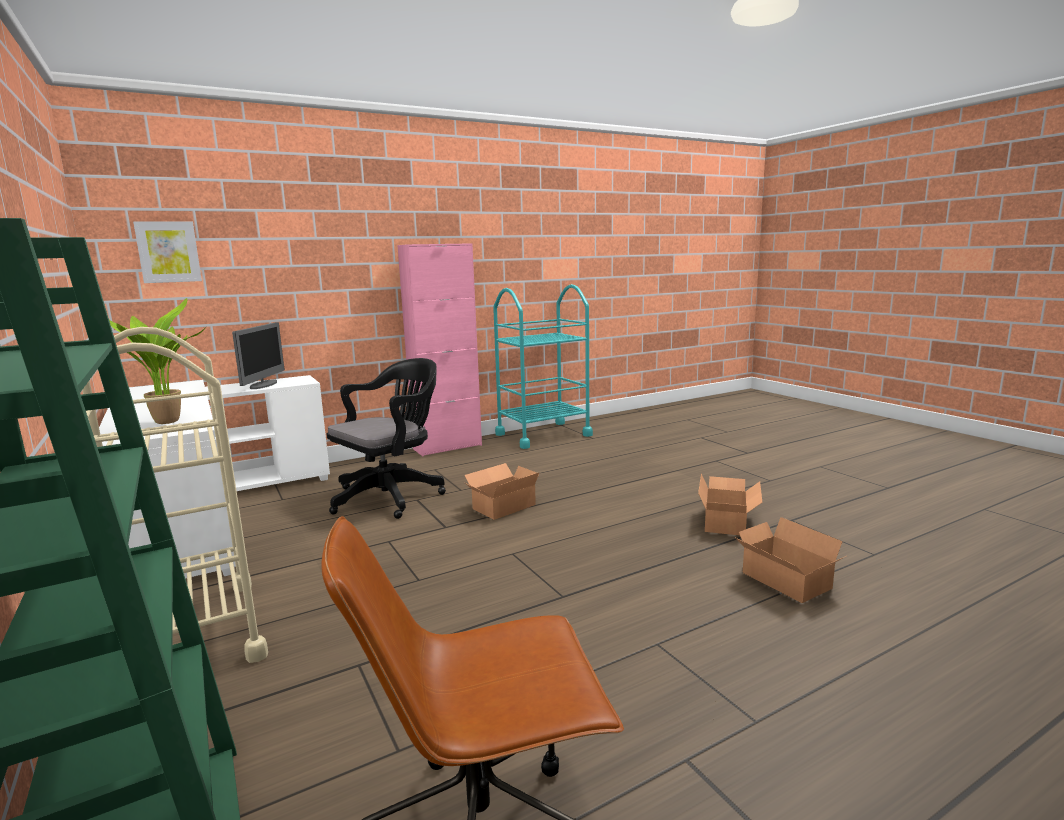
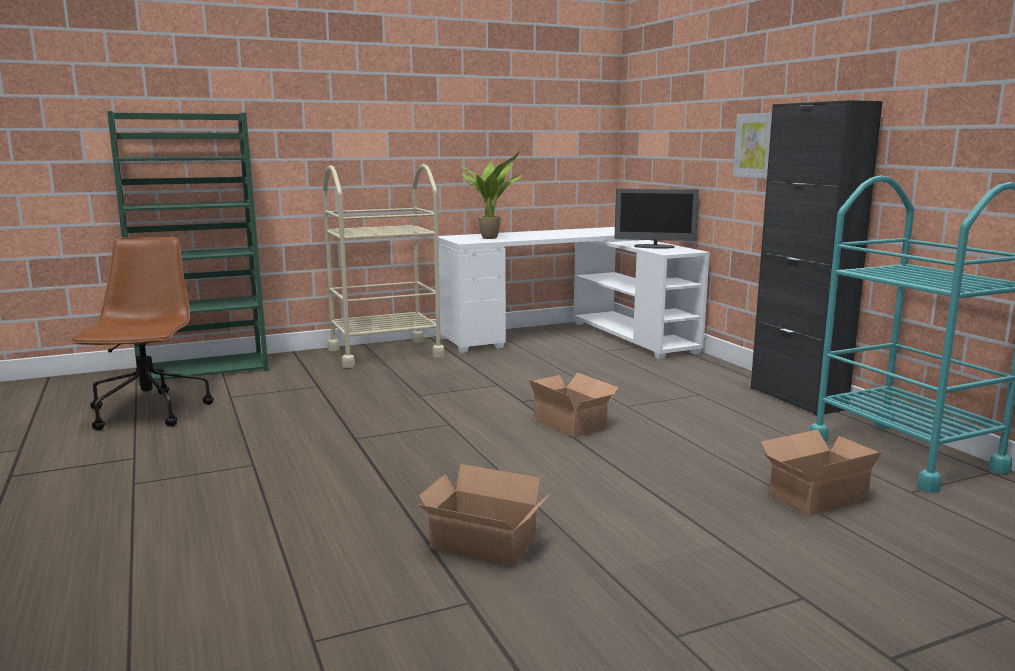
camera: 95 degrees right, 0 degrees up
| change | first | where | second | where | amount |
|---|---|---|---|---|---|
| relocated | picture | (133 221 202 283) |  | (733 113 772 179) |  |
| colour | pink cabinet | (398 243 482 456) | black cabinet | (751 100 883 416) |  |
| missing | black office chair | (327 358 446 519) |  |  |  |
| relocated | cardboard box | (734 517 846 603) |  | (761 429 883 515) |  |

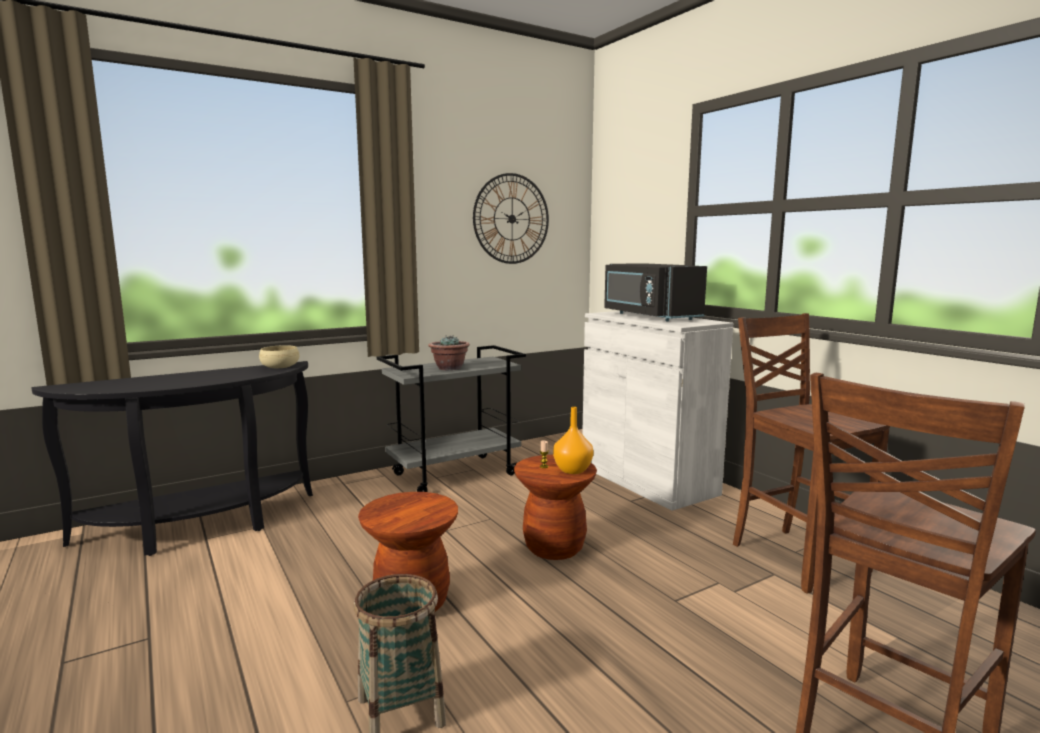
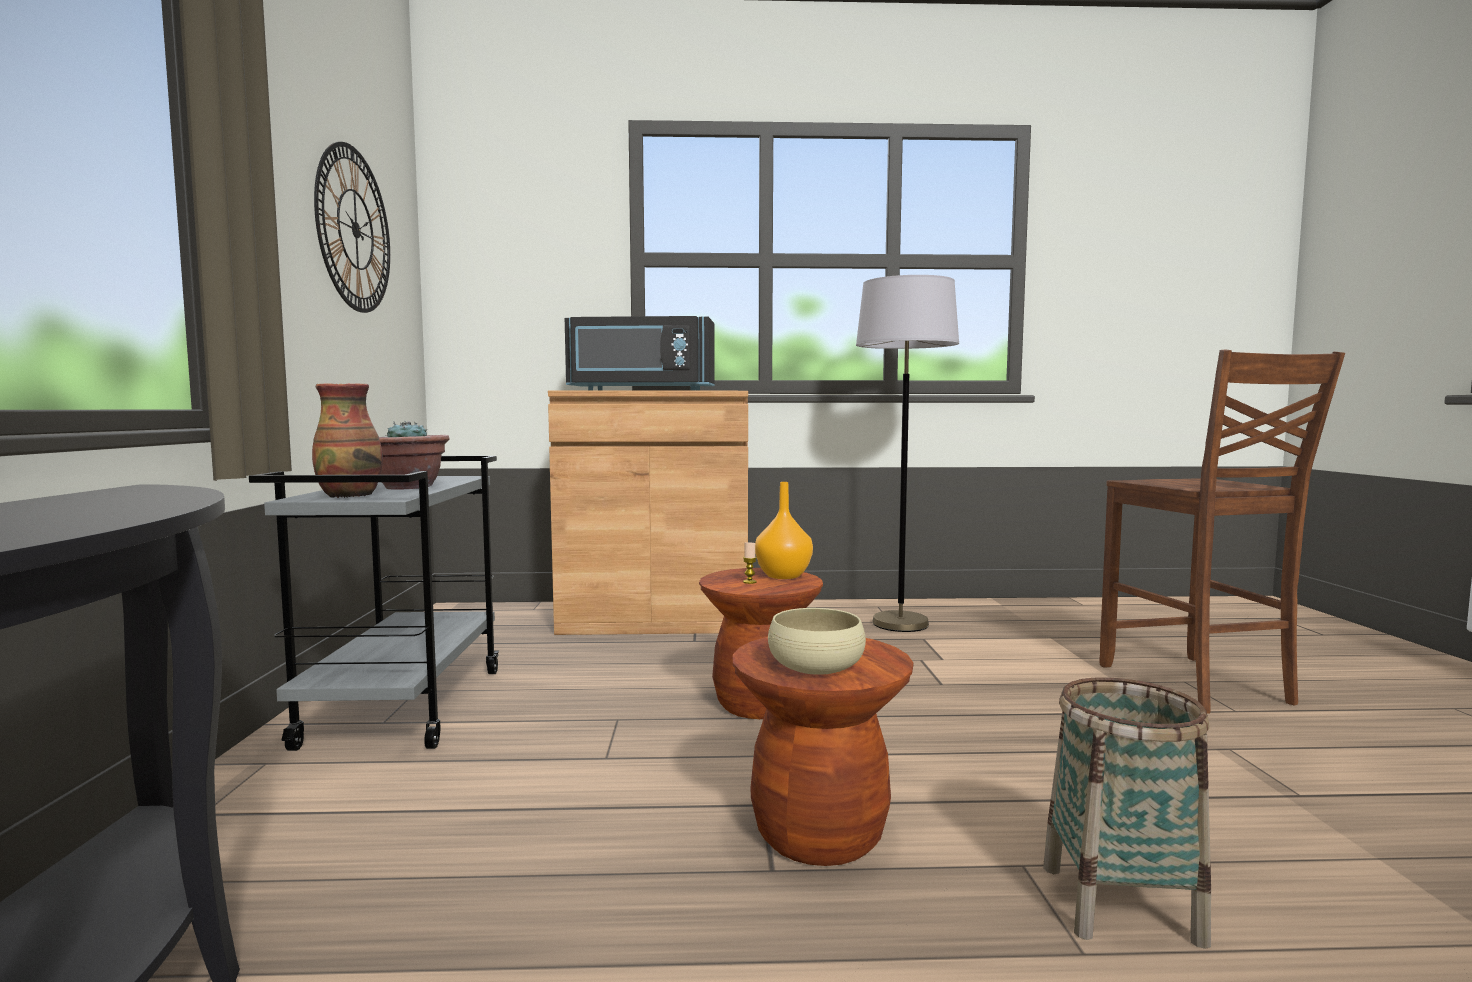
camera: 60 degrees left, 5 degrees down
| change | first | where | second | where | amount |
|---|---|---|---|---|---|
| colour | white cabinet | (582 311 733 511) | brown cabinet | (548 390 748 635) |  |
| exchanged | brown chair | (733 313 890 594) | grey floor lamp | (856 275 959 632) |  |
| relocated | beige bowl | (259 345 299 368) |  | (768 608 866 675) |  |
| appeared |  |  | vase | (312 383 383 498) |  |

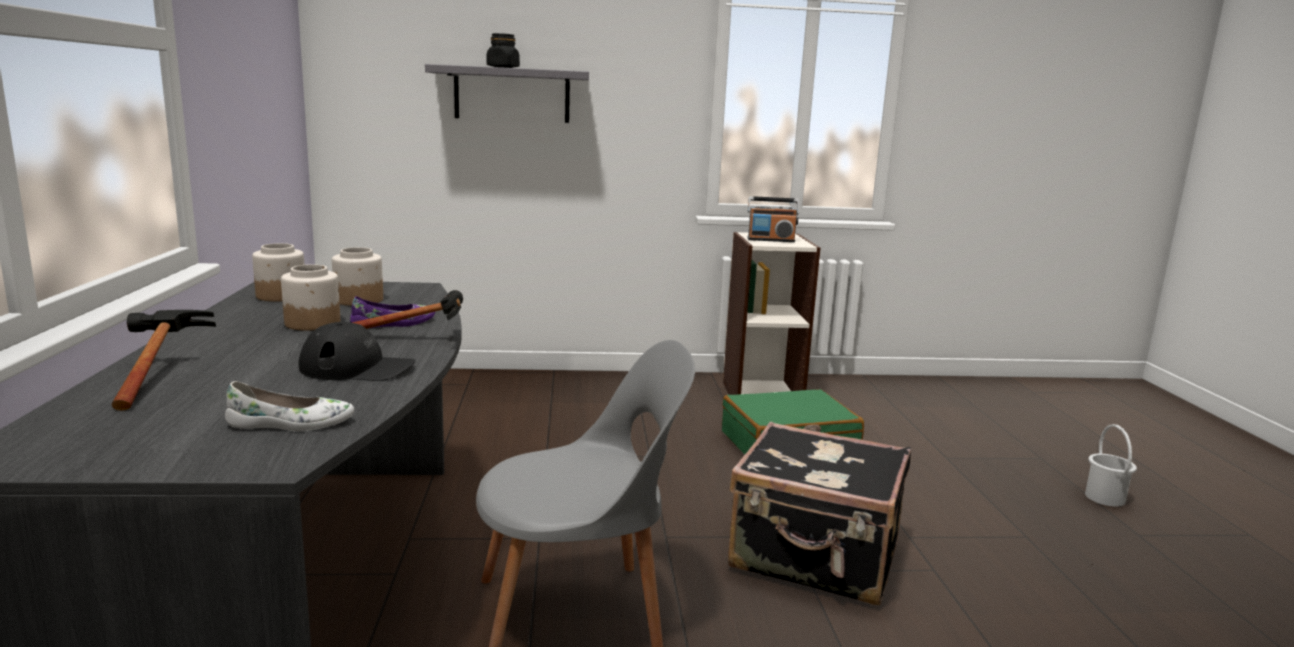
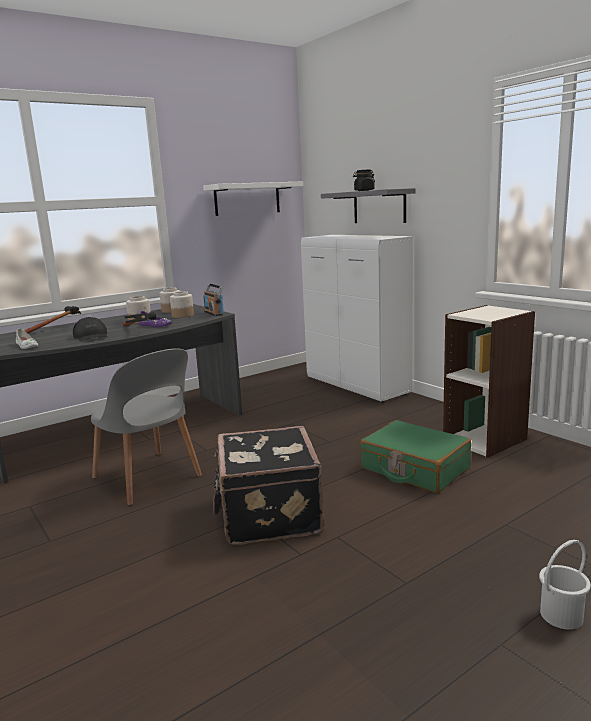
camera: 60 degrees right, 0 degrees up
| change | first | where | second | where | amount |
|---|---|---|---|---|---|
| relocated | radio | (748 196 799 242) |  | (203 283 224 316) |  |
| appeared |  |  | white shelf | (203 182 303 216) |  |
| appeared |  |  | white cabinet | (301 235 413 403) |  |

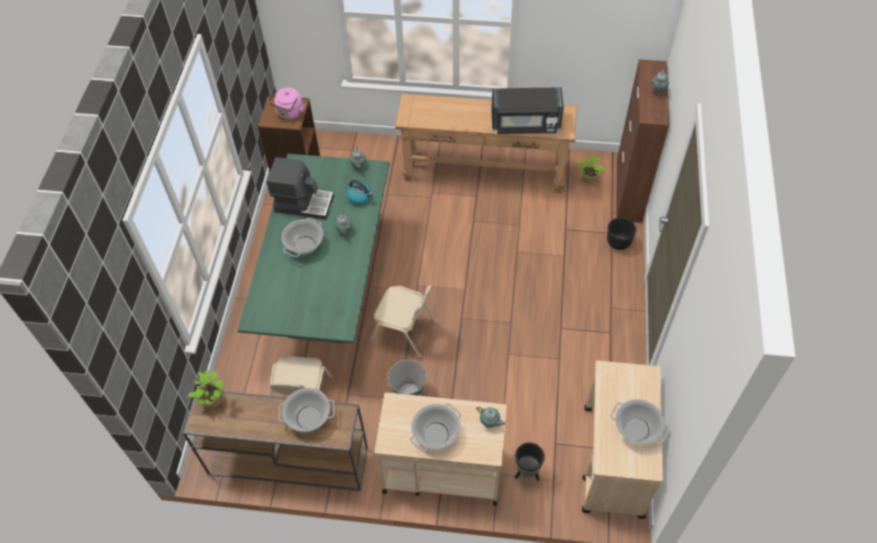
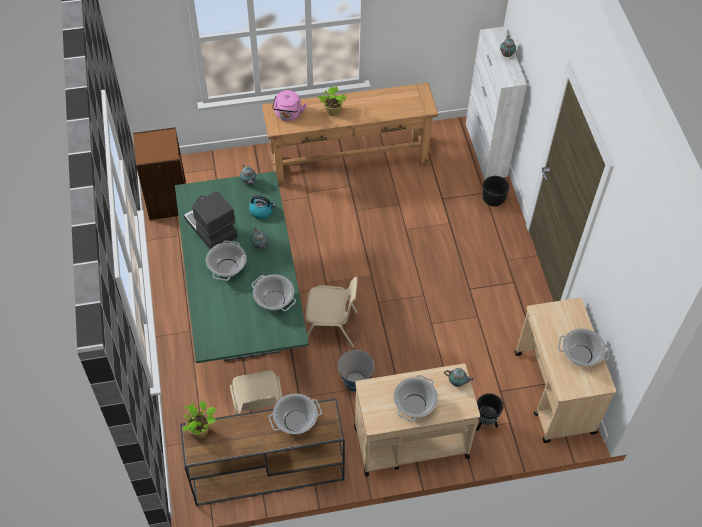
camera: 20 degrees left, 0 degrees up
| change | first | where | second | where | amount |
|---|---|---|---|---|---|
| colour | brown cabinet | (616 59 669 223) | white cabinet | (466 27 527 180) |  |
| relocated | pink kettle | (268 87 305 119) |  | (272 90 307 121) |  |
| missing | black microwave | (491 87 564 134) |  |  |  |
| relocated | potted plant | (576 156 605 184) |  | (318 87 347 116) |  |
| spun | coffee machine | (266 157 334 219) |  | (184 191 237 249) | 120 degrees counterclockwise |
| appeared |  |  | cooking pot | (252 274 296 311) |  |

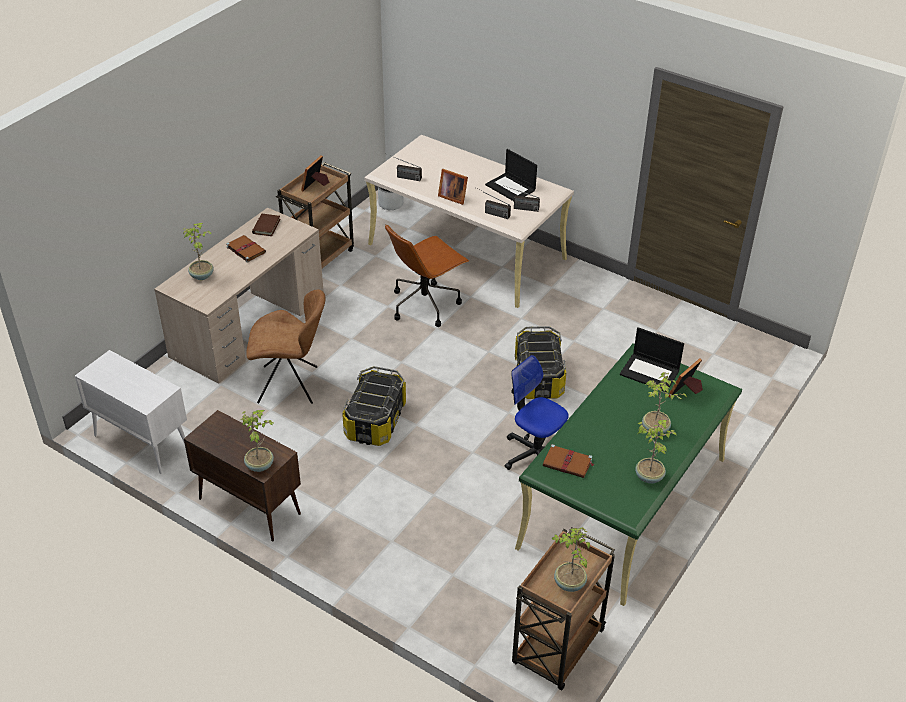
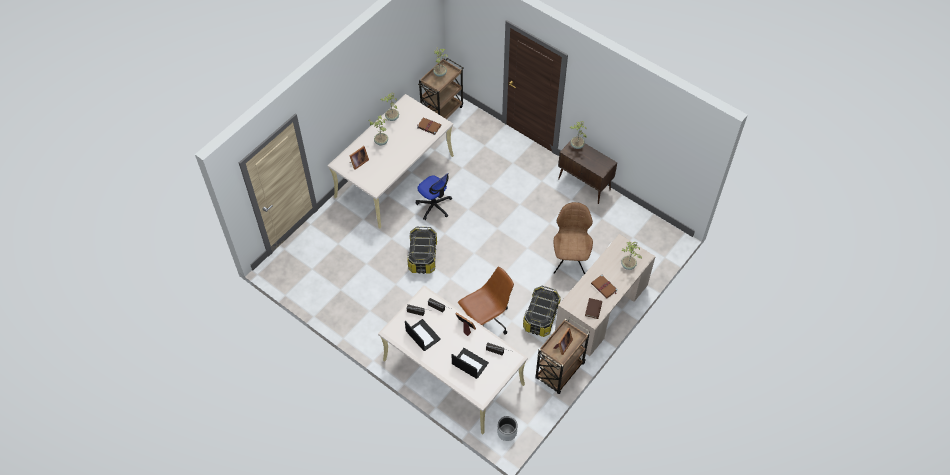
camera: 175 degrees left, 15 degrees up
| change | first | where | second | where | amount |
|---|---|---|---|---|---|
| spun | brown chair | (246 290 326 404) |  | (553 202 593 274) | 90 degrees clockwise |
| relocated | laptop | (620 327 684 392) |  | (451 348 489 379) |  |
| colour | green desk | (515 343 742 606) | beige desk | (328 94 454 228) |  |
| missing | white cabinet | (75 350 187 474) |  |  |  |
| relocated | storage box | (342 366 406 446) |  | (523 286 561 337) |  |

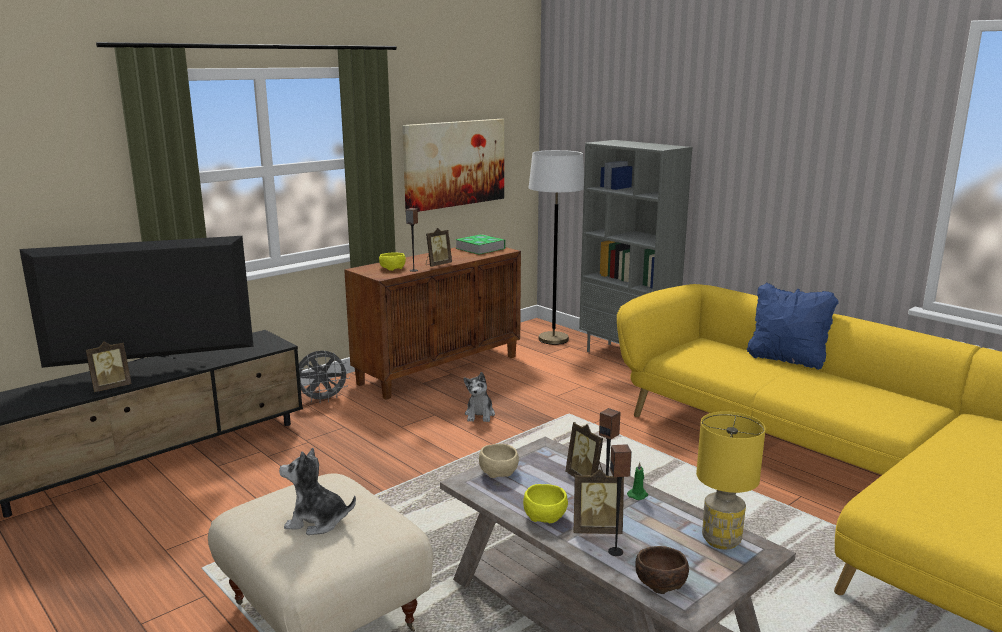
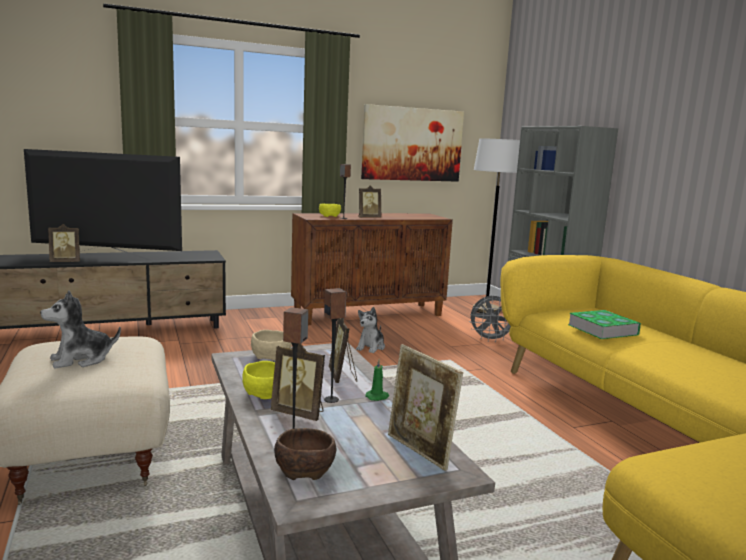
camera: 20 degrees right, 5 degrees down
| change | first | where | second | where | amount |
|---|---|---|---|---|---|
| relocated | book | (455 234 505 255) |  | (568 310 641 339) |  |
| missing | blue pillow | (747 282 838 370) |  |  |  |
| relocated | grey fan | (299 351 350 403) |  | (469 295 511 342) |  |
| exchanged | yellow table lamp | (696 411 766 550) | picture frame | (388 344 463 471) |  |
| spun | plush toy | (279 448 356 535) |  | (40 290 121 369) | 60 degrees counterclockwise |

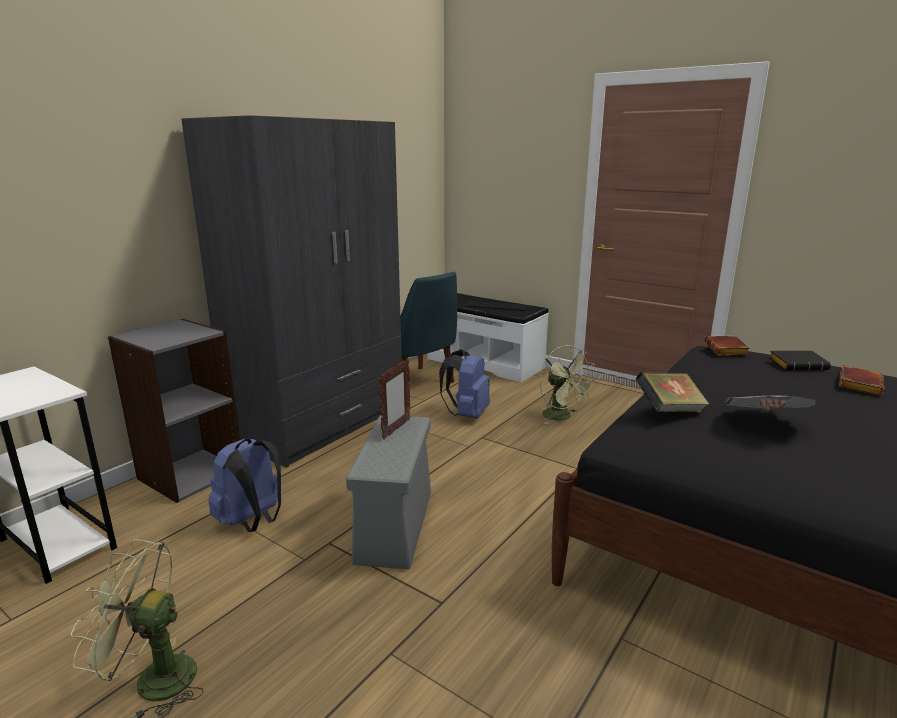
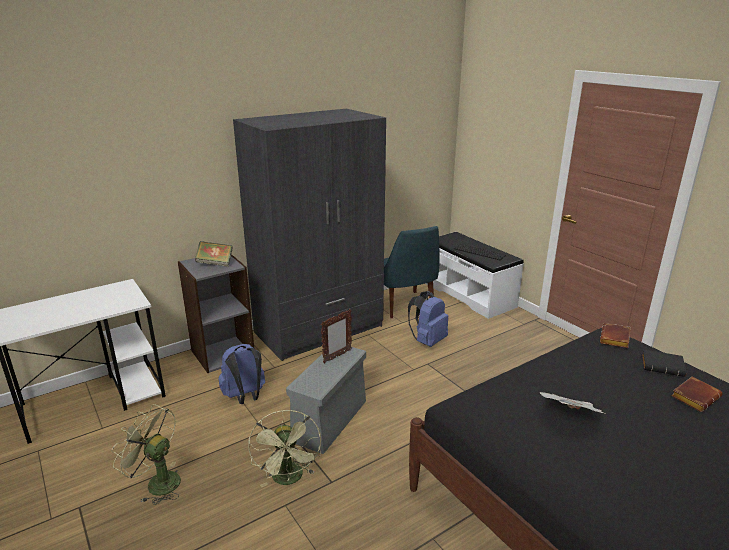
camera: 20 degrees right, 5 degrees up
| change | first | where | second | where | amount |
|---|---|---|---|---|---|
| relocated | green fan | (540 345 596 424) |  | (248 410 321 488) |  |
| relocated | book | (636 372 709 412) |  | (195 241 232 267) |  |

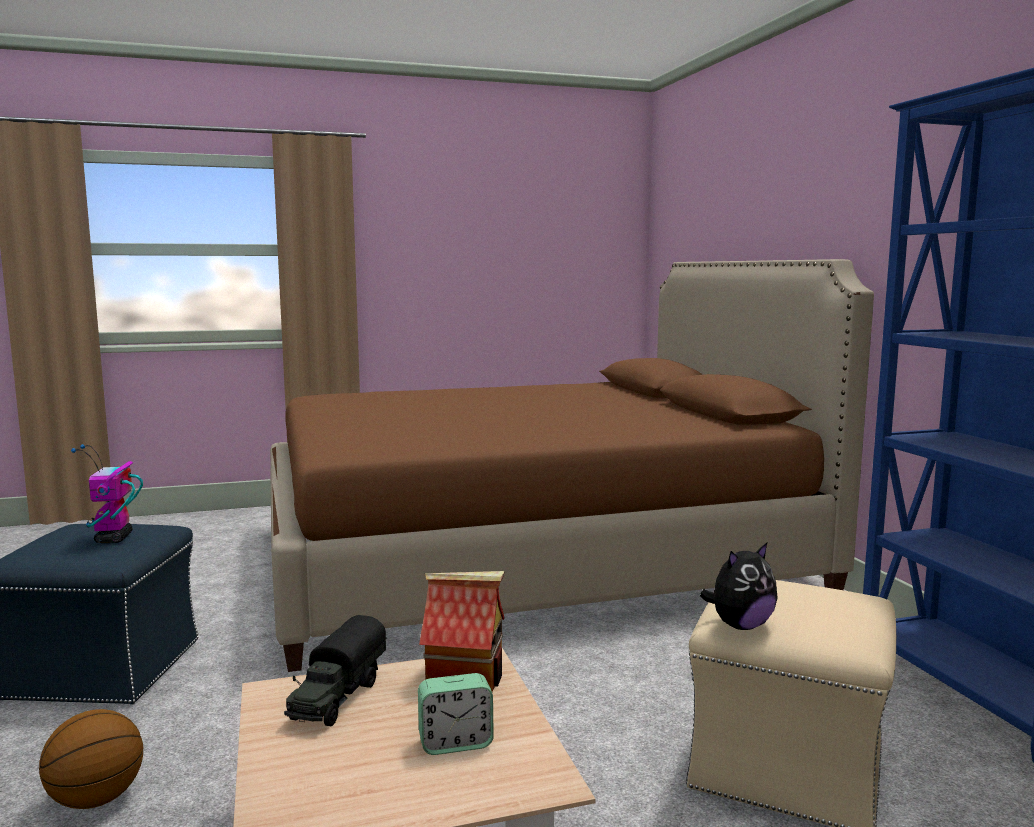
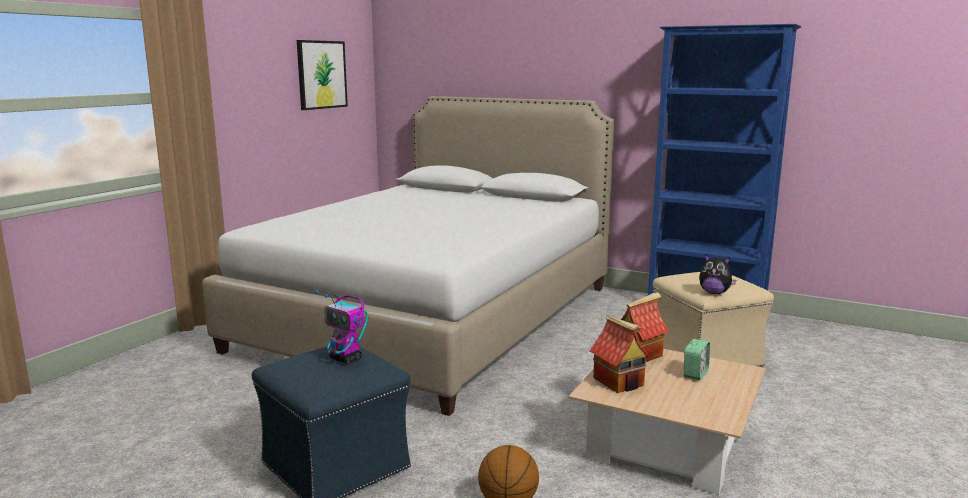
camera: 45 degrees left, 5 degrees up
| change | first | where | second | where | amount |
|---|---|---|---|---|---|
| colour | brown bed | (270 259 874 672) | white bed | (202 96 614 416) |  |
| spun | plush toy | (700 543 778 630) |  | (699 254 736 294) | 105 degrees clockwise |
| exchanged | toy truck | (284 615 386 726) | toy house | (590 315 650 393) |  |
| appeared |  |  | picture | (297 40 348 110) |  |

